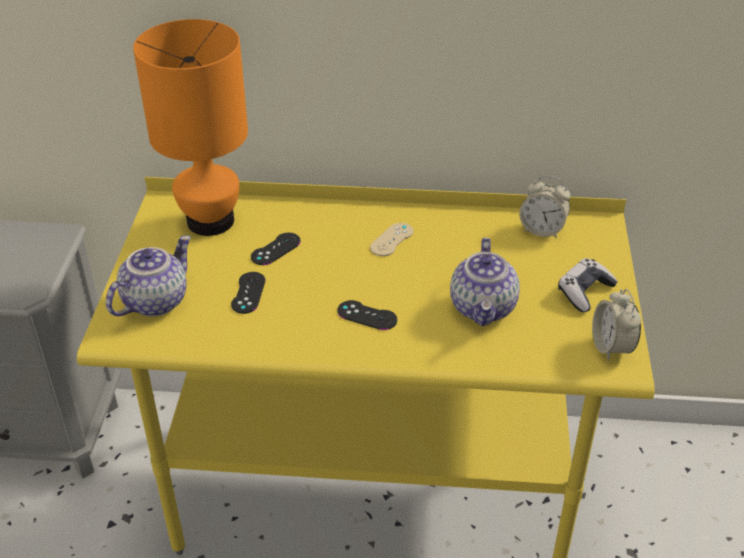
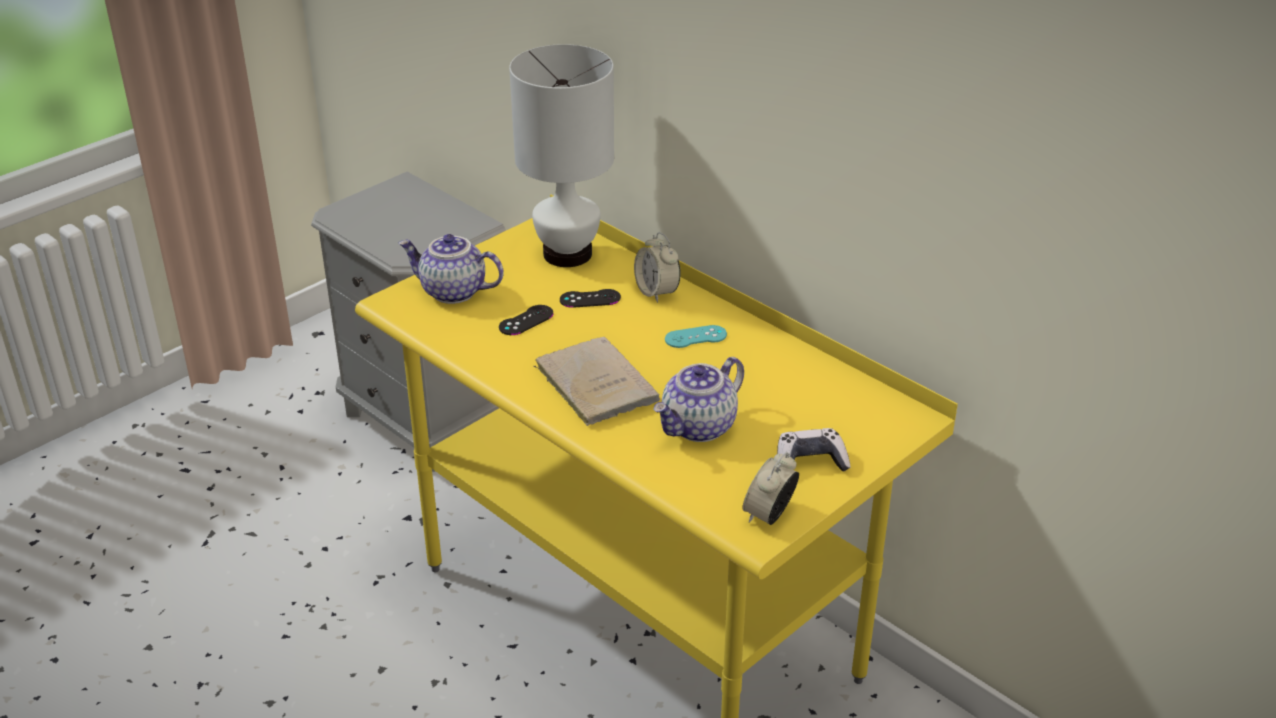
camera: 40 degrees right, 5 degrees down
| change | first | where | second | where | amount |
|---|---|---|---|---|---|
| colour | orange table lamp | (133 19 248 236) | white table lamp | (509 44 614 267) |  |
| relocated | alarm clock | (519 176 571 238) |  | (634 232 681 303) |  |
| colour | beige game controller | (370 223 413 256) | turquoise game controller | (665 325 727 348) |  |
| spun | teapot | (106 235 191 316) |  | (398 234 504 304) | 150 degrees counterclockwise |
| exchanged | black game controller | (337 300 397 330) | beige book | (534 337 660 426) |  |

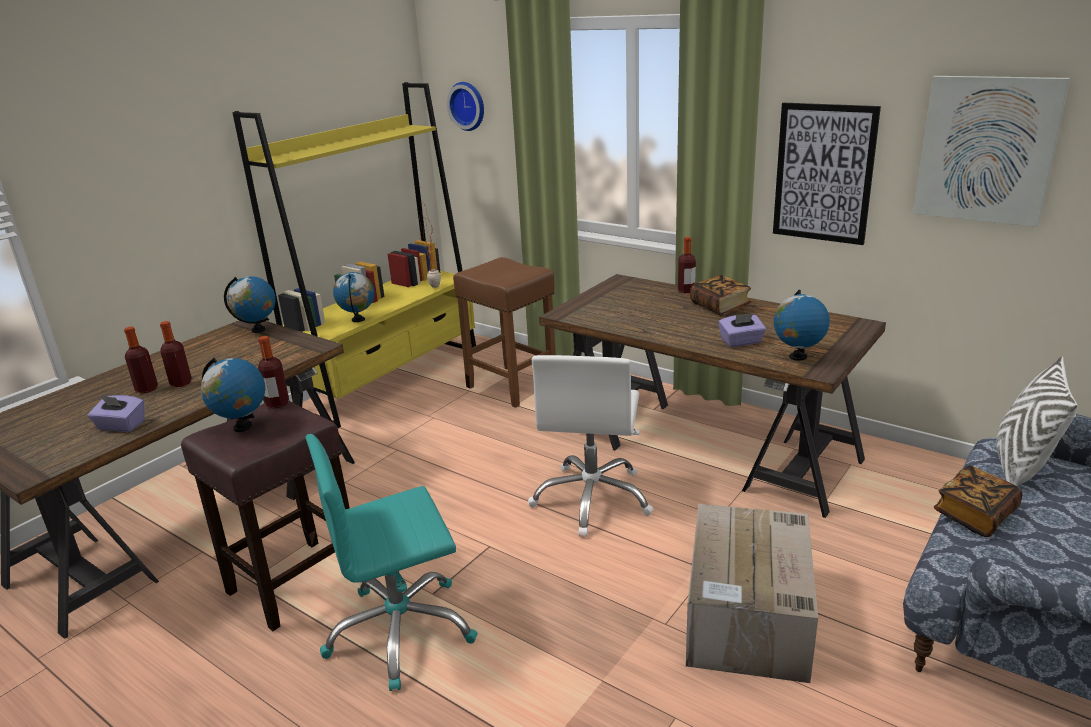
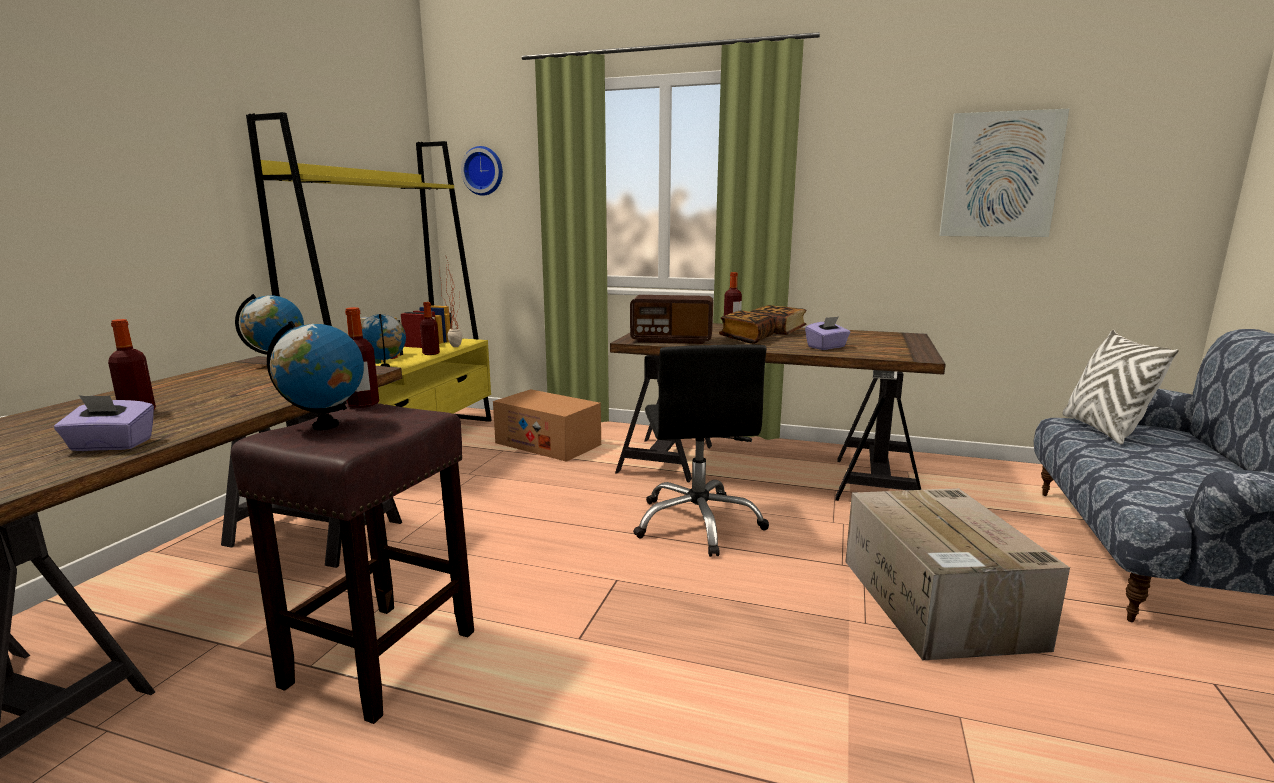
camera: 20 degrees left, 10 degrees down
| change | first | where | second | where | amount |
|---|---|---|---|---|---|
| missing | picture | (773 103 881 245) |  |  |  |
| exchanged | brown stool | (453 257 556 408) | cardboard box | (493 389 601 462) |  |
| missing | globe | (774 290 830 361) |  |  |  |
| relocated | bottle | (160 321 192 387) |  | (420 302 440 355) |  |
| colour | white office chair | (528 355 653 537) | black office chair | (633 345 769 557) |  |
| missing | turquoise office chair | (305 434 478 691) |  |  |  |
| relocated | book | (934 465 1022 537) |  | (719 310 775 344) |  |
| appeared |  |  | radio | (630 295 713 344) |  |

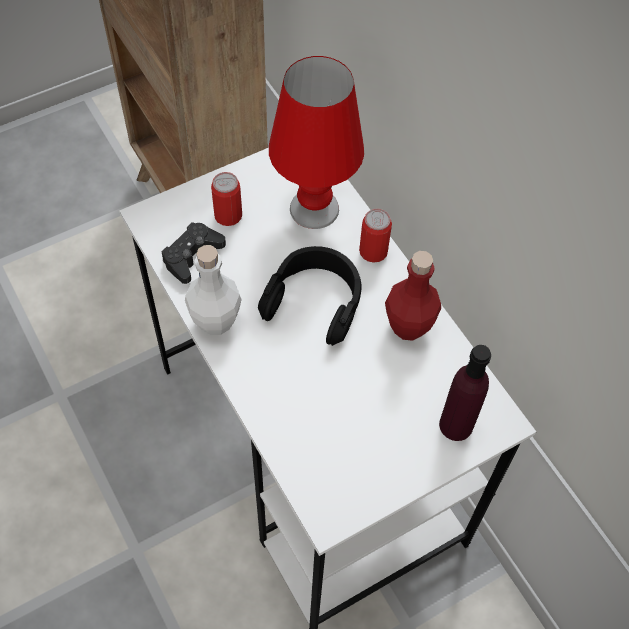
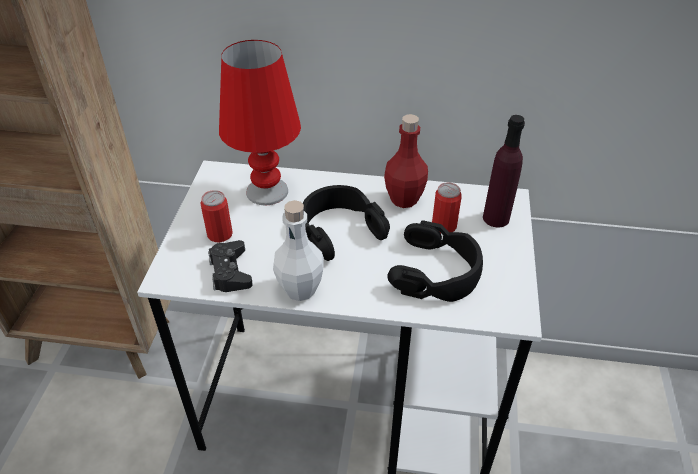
camera: 50 degrees left, 15 degrees down
| change | first | where | second | where | amount |
|---|---|---|---|---|---|
| relocated | can | (359 209 392 263) |  | (432 182 462 234) |  |
| appeared |  |  | black headphones | (387 220 483 302) |  |

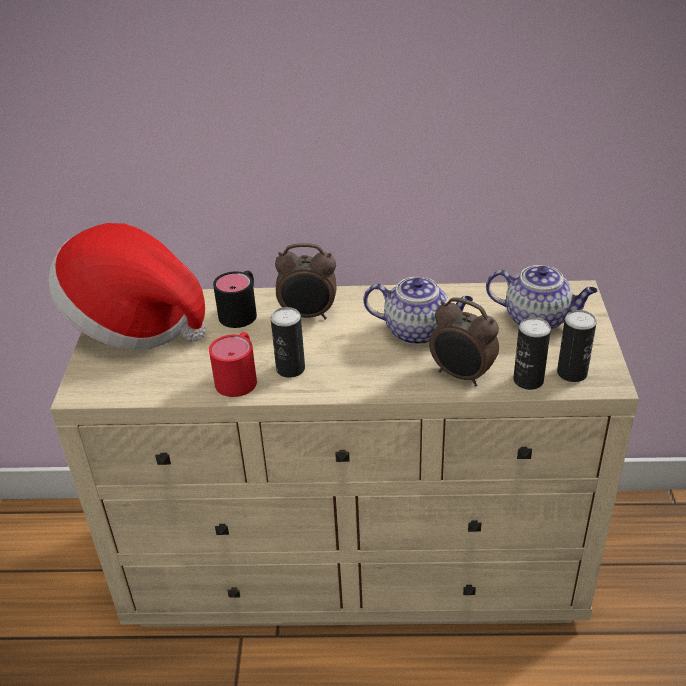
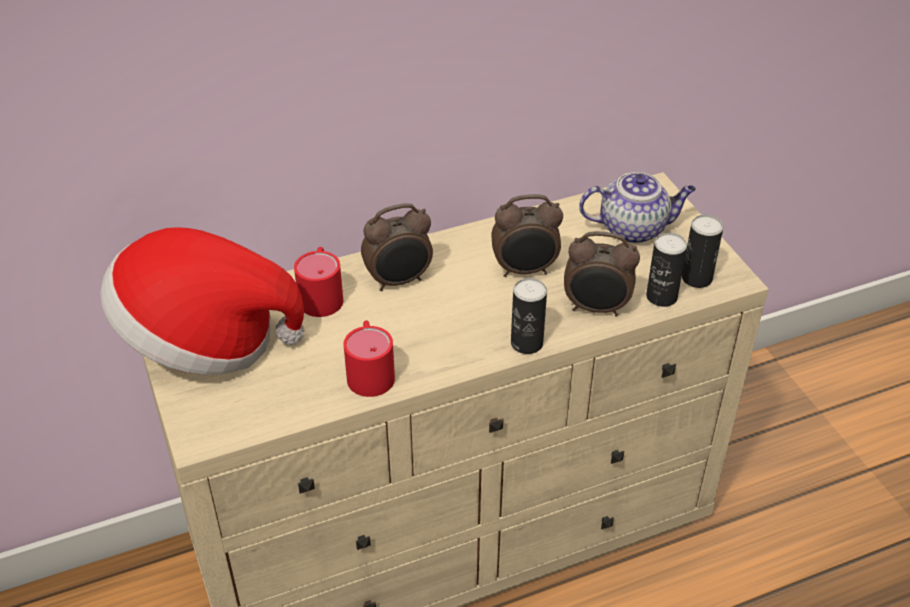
camera: 25 degrees left, 5 degrees up
| change | first | where | second | where | amount |
|---|---|---|---|---|---|
| colour | black mug | (213 270 257 328) | red mug | (294 247 343 317) |  |
| exchanged | teapot | (363 277 473 345) | alarm clock | (491 194 563 277) |  |
| relocated | can | (271 307 305 378) |  | (511 278 547 354) |  |

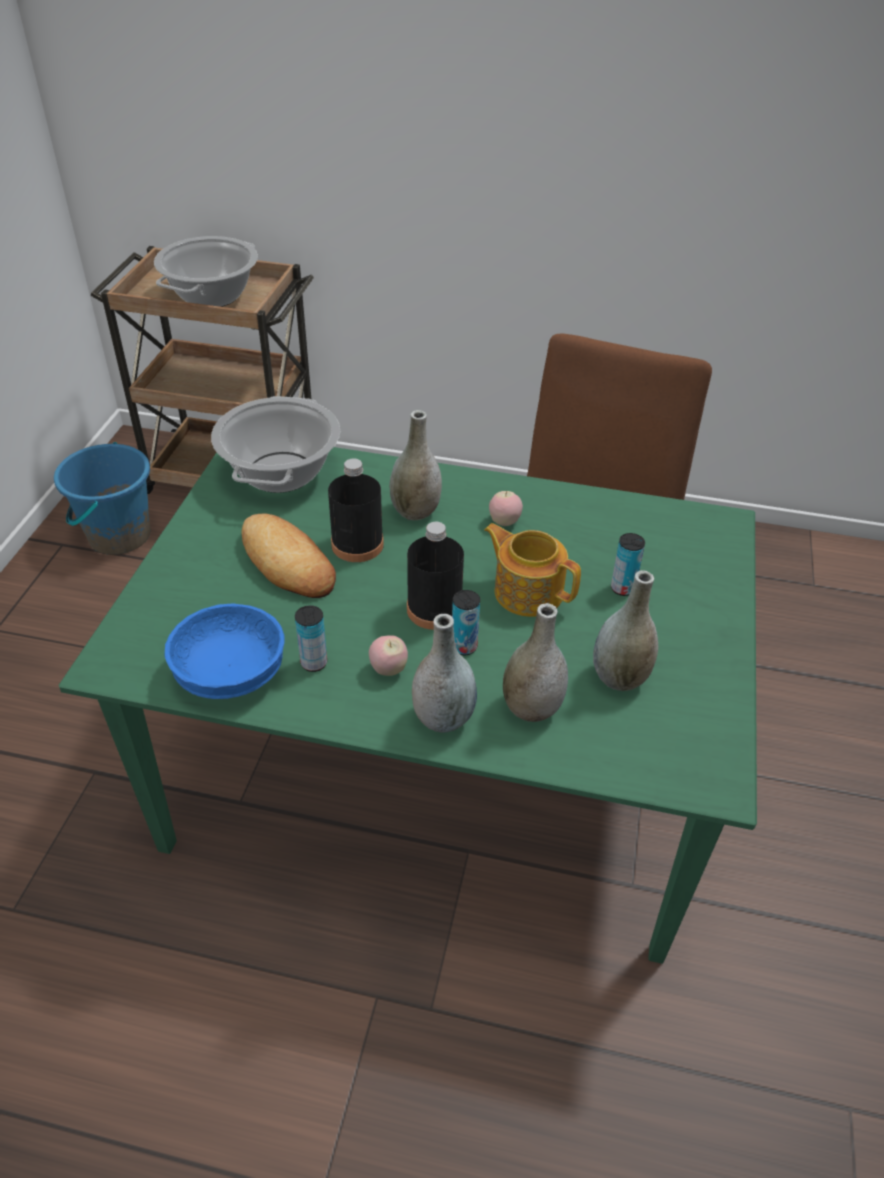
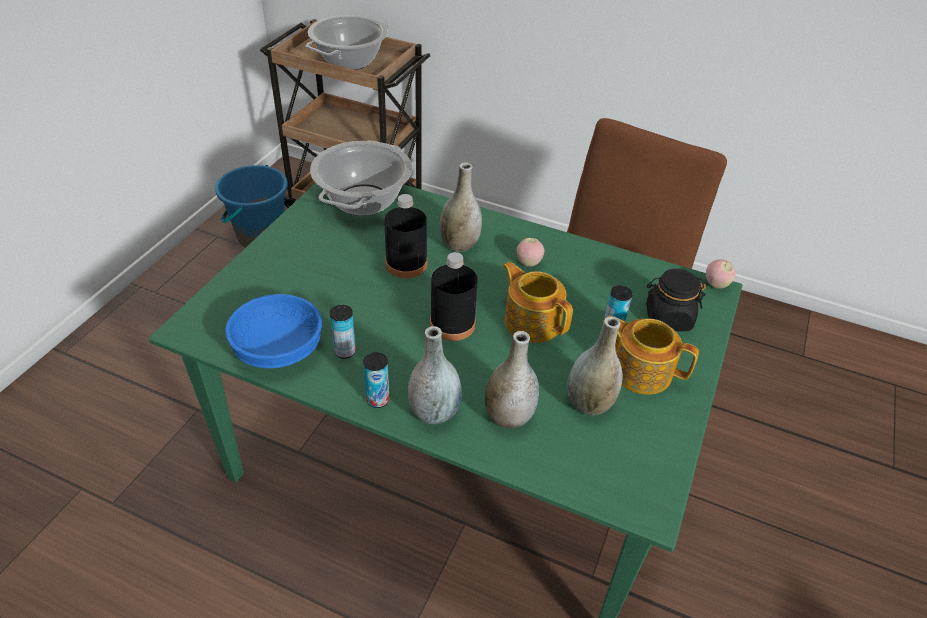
camera: 10 degrees right, 0 degrees up
| change | first | where | second | where | amount |
|---|---|---|---|---|---|
| missing | bread | (241 513 336 598) |  |  |  |
| relocated | can | (452 590 480 655) |  | (363 352 389 408) |  |
| relocated | apple | (369 636 408 676) |  | (706 260 736 288) |  |
| appeared |  |  | black jar | (646 269 706 331) |  |
| appeared |  |  | teapot | (602 315 699 395) |  |

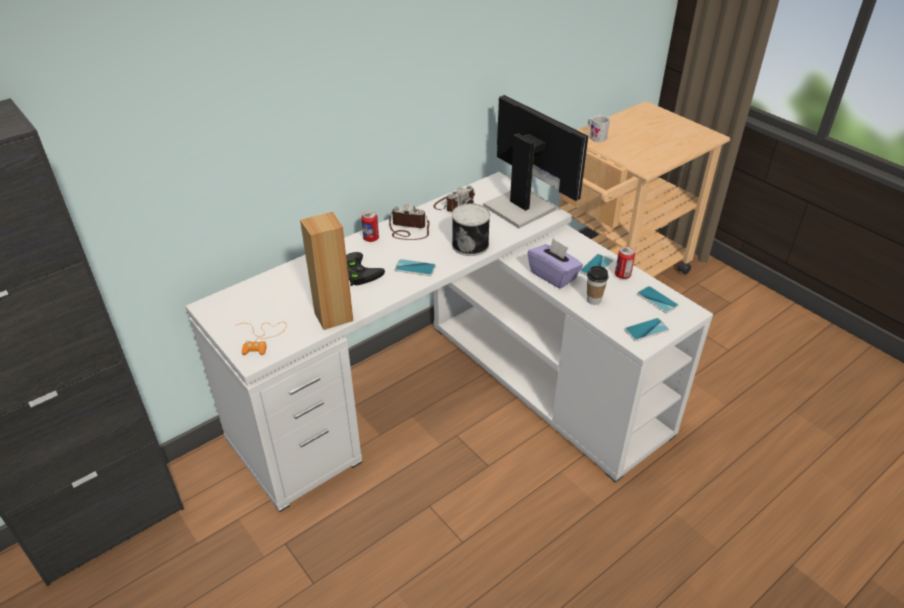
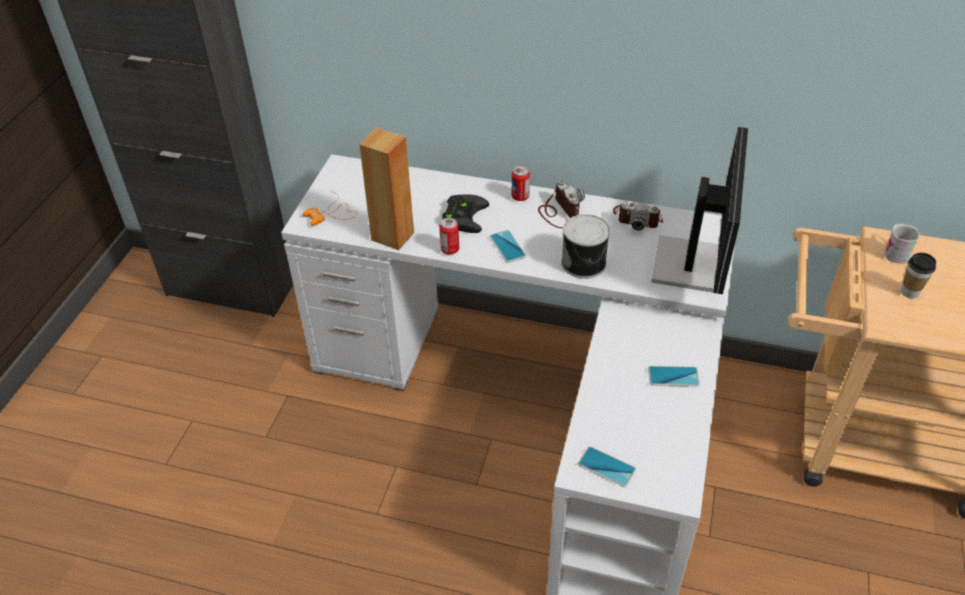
camera: 55 degrees right, 5 degrees up
| change | first | where | second | where | amount |
|---|---|---|---|---|---|
| missing | purple tissue box | (528 239 583 289) |  |  |  |
| relocated | can | (615 247 635 279) |  | (439 218 459 255) |  |
| relocated | cup | (587 266 608 305) |  | (901 253 936 299) |  |
| missing | phone | (637 286 679 313) |  |  |  |

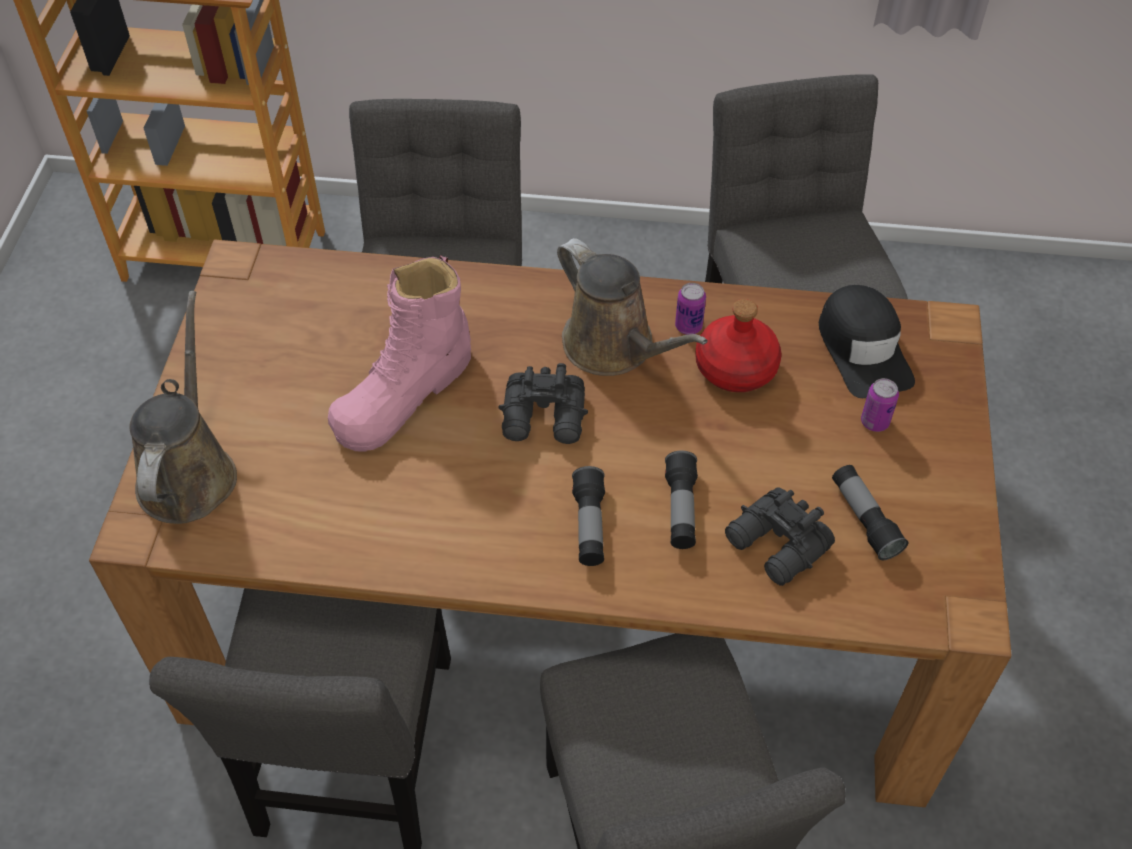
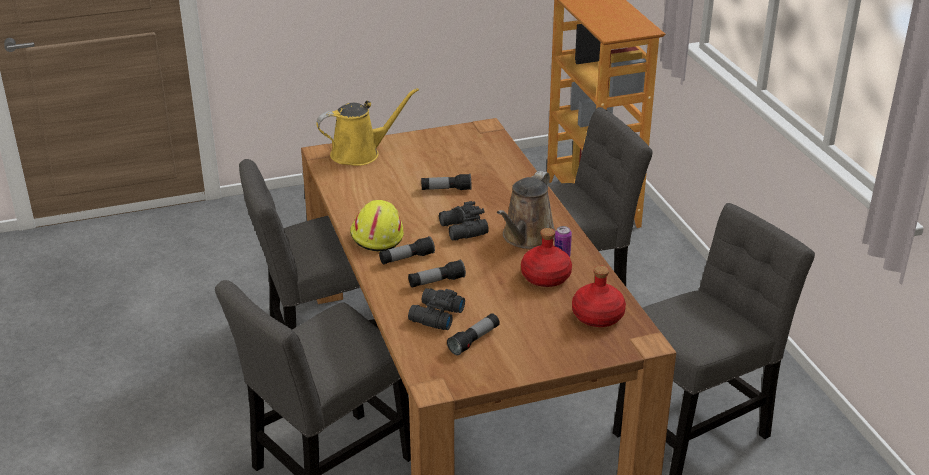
camera: 65 degrees right, 20 degrees down
| change | first | where | second | where | amount |
|---|---|---|---|---|---|
| exchanged | pink boot | (328 255 471 451) | flashlight | (421 174 471 190) |  |
| exchanged | black cap | (819 285 915 398) | red bottle | (572 265 626 327) |  |
| colour | brown watering can | (129 291 237 524) | yellow watering can | (316 88 419 166) |  |
| missing | can | (861 378 899 432) |  |  |  |
| appeared |  |  | yellow hard hat | (350 200 404 252) |  |

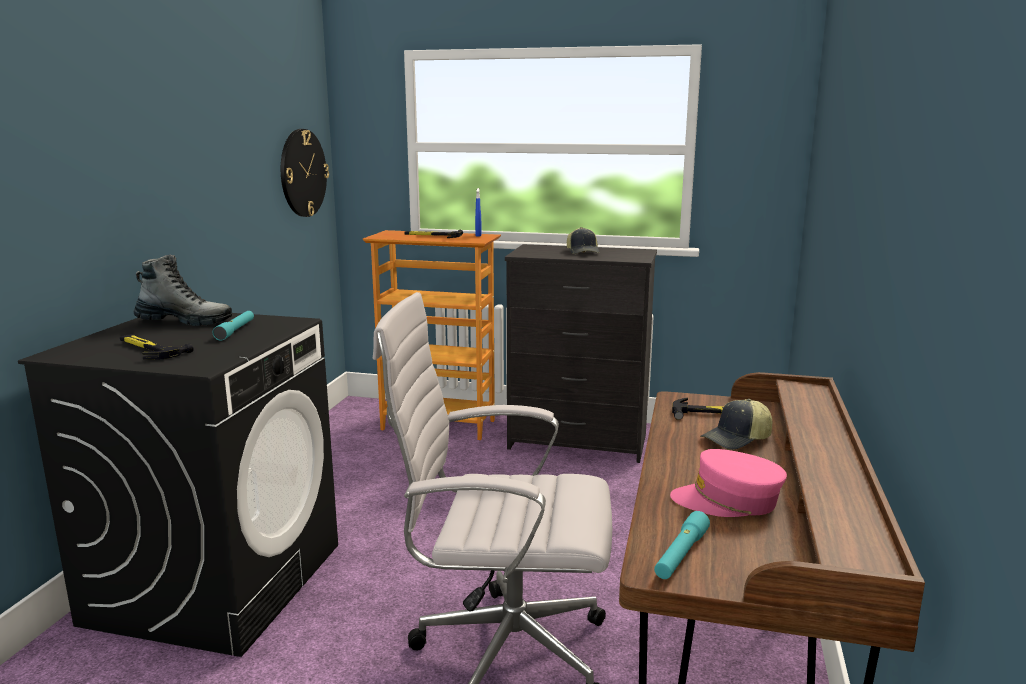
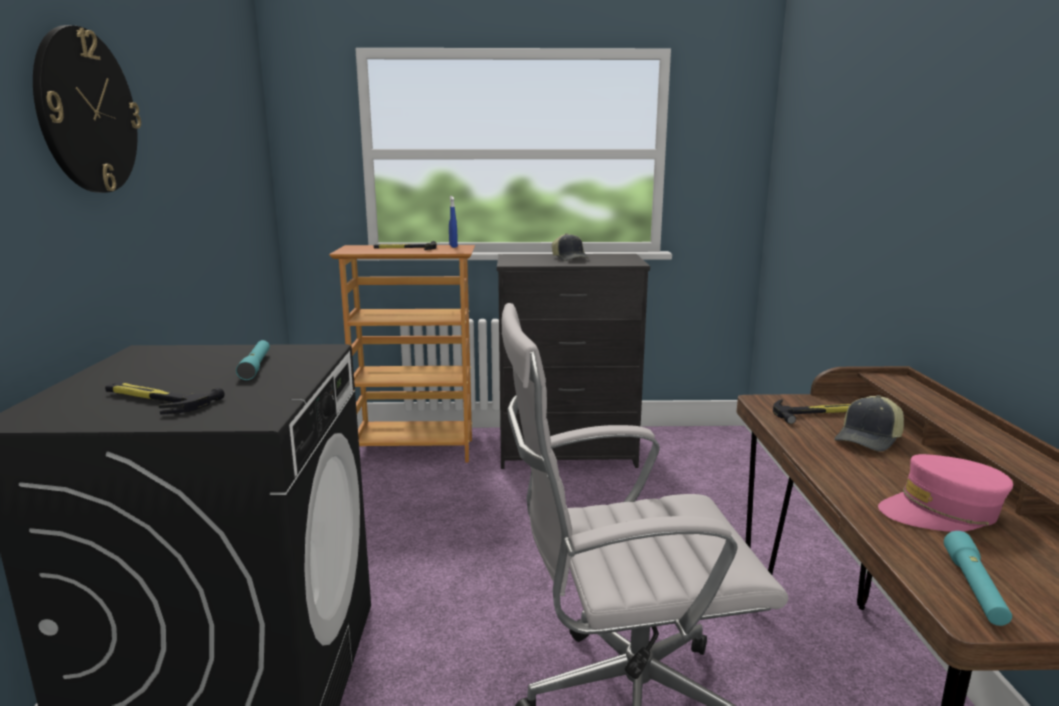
camera: 15 degrees left, 0 degrees up
| change | first | where | second | where | amount |
|---|---|---|---|---|---|
| relocated | wall clock | (281 129 329 217) |  | (33 25 141 193) |  |
| missing | boot | (134 254 232 326) |  |  |  |

